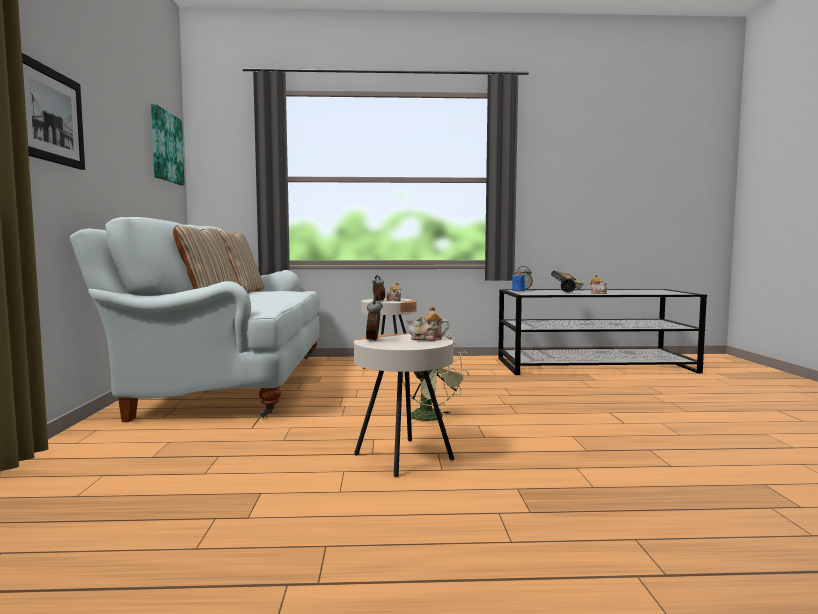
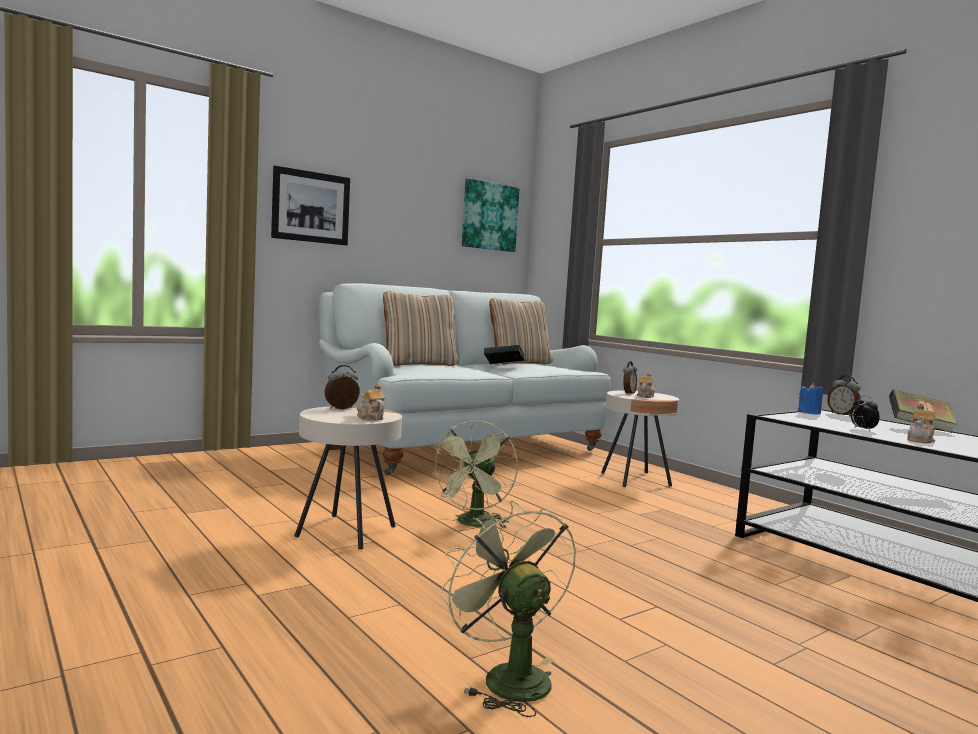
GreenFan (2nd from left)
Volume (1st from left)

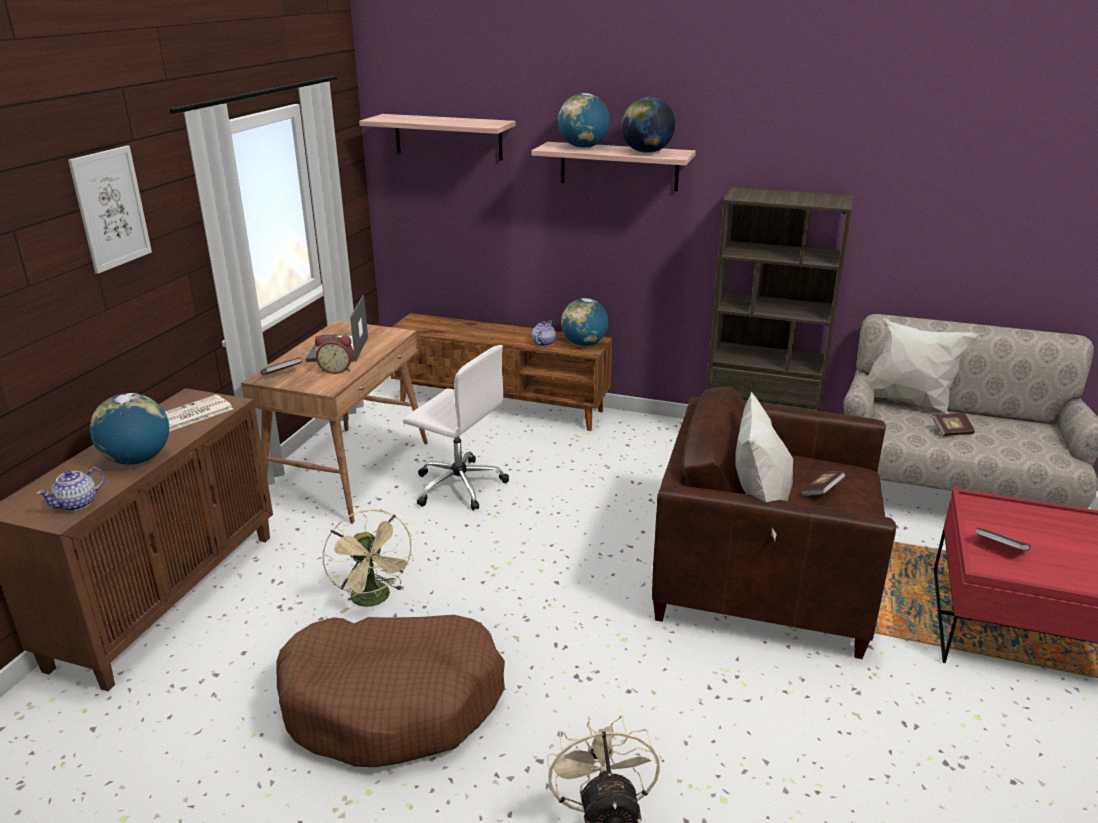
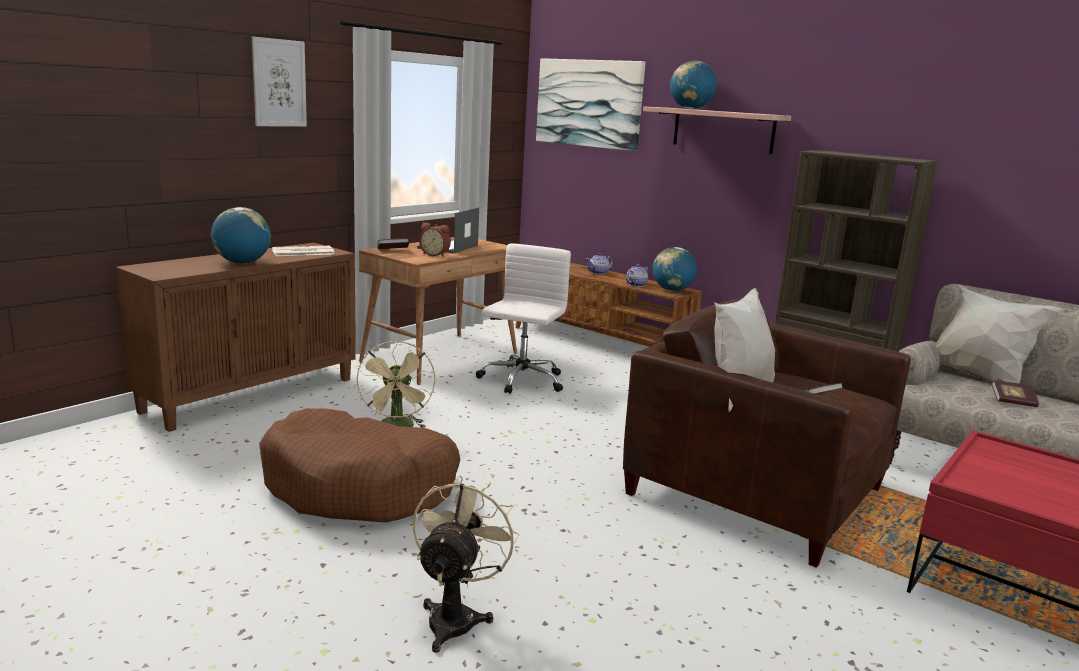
WorldGlobe (4th from left in the first image)
Volume (4th from left in the first image)
TeaPot (1st from left)
WallPicture (2nd from left)
WhiteOfficeChair

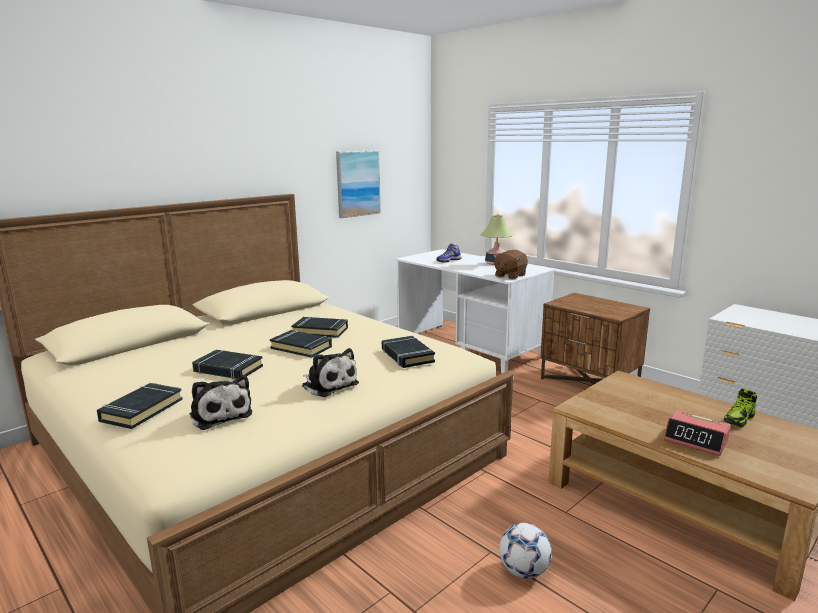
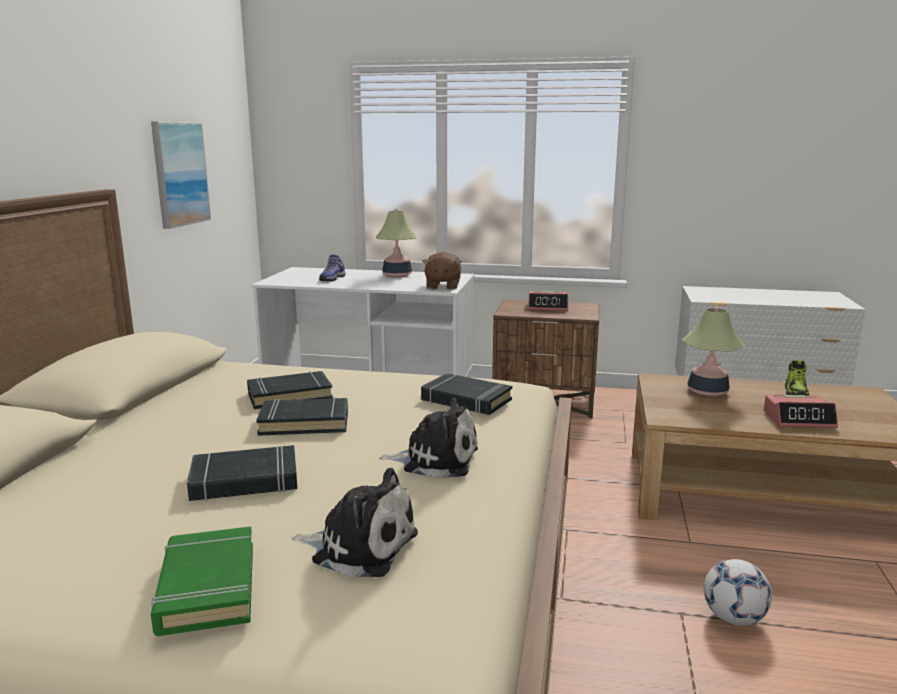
BedsideClock (1st from left)
TabletopLamp (2nd from left)
GreenVolume

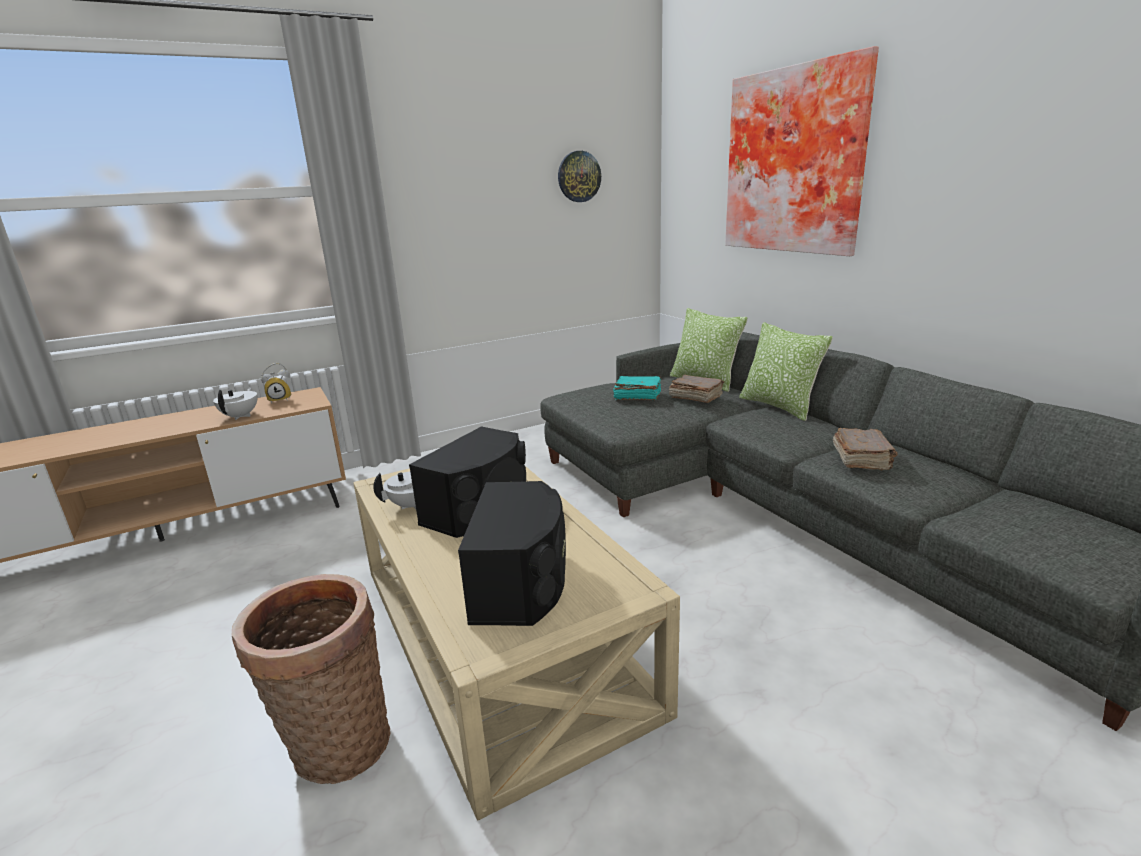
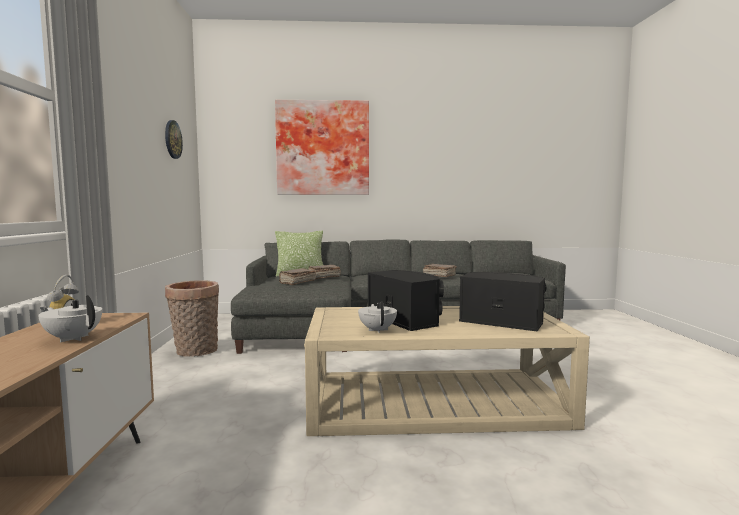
ThrowPillow (2nd from left in the first image)
StorageBasket
BrownVolume (1st from left)

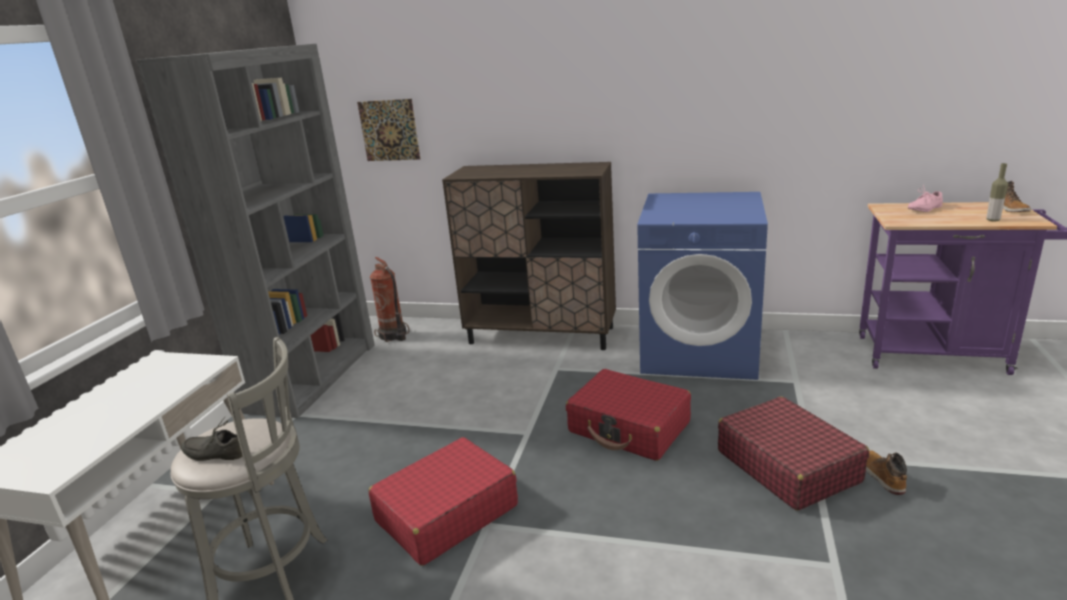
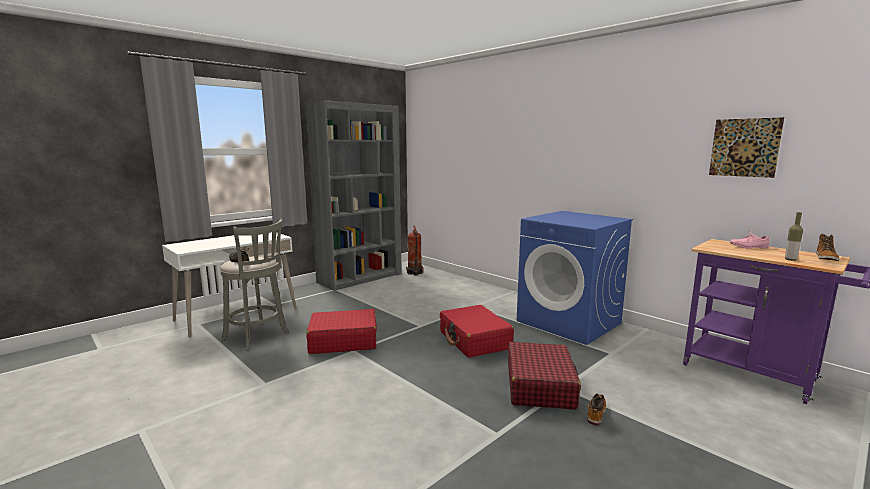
BrownStorageCabinet
WallPicture

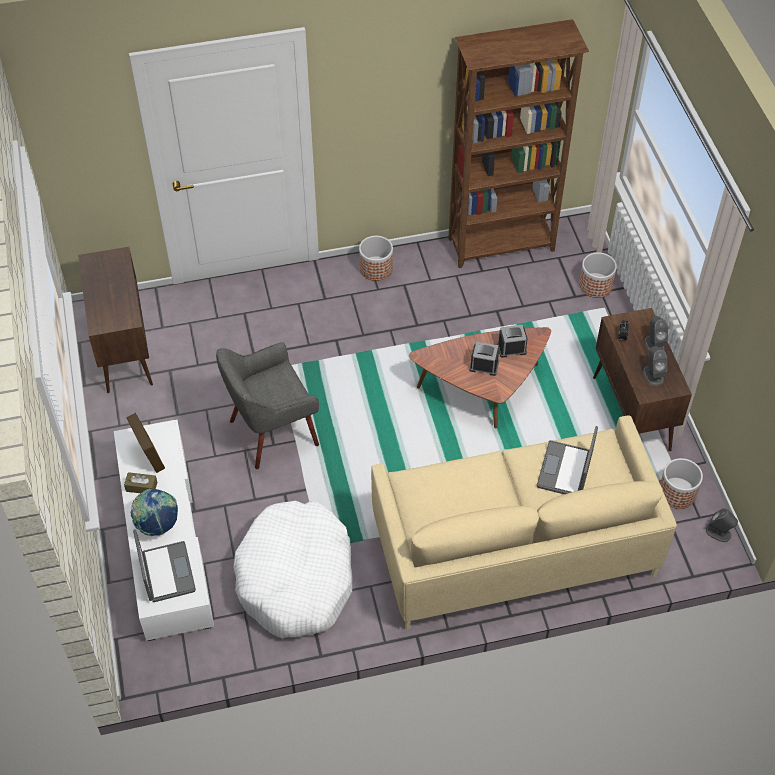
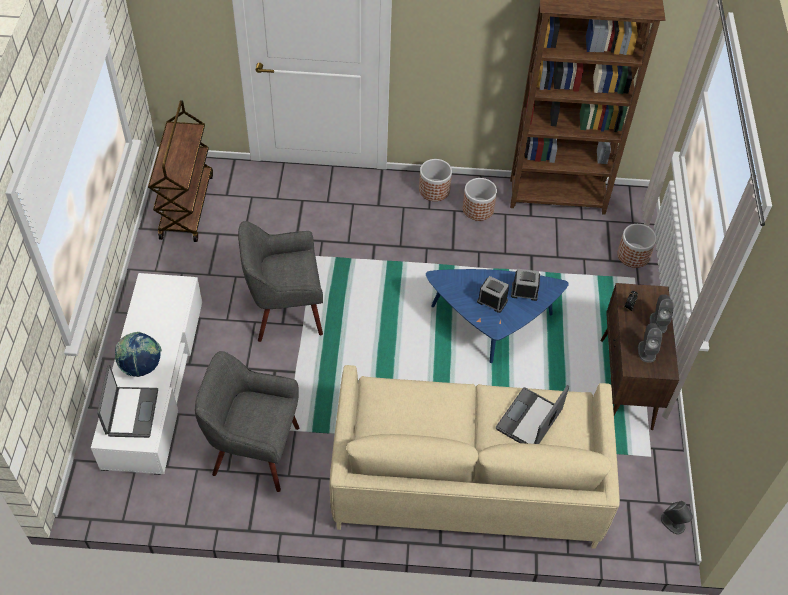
BrownTissueHolder
PhotoFrame
PlantPot (2nd from left)
BrownWheeledCart
GreyEasyChair (1st from left)
BlueLowTable

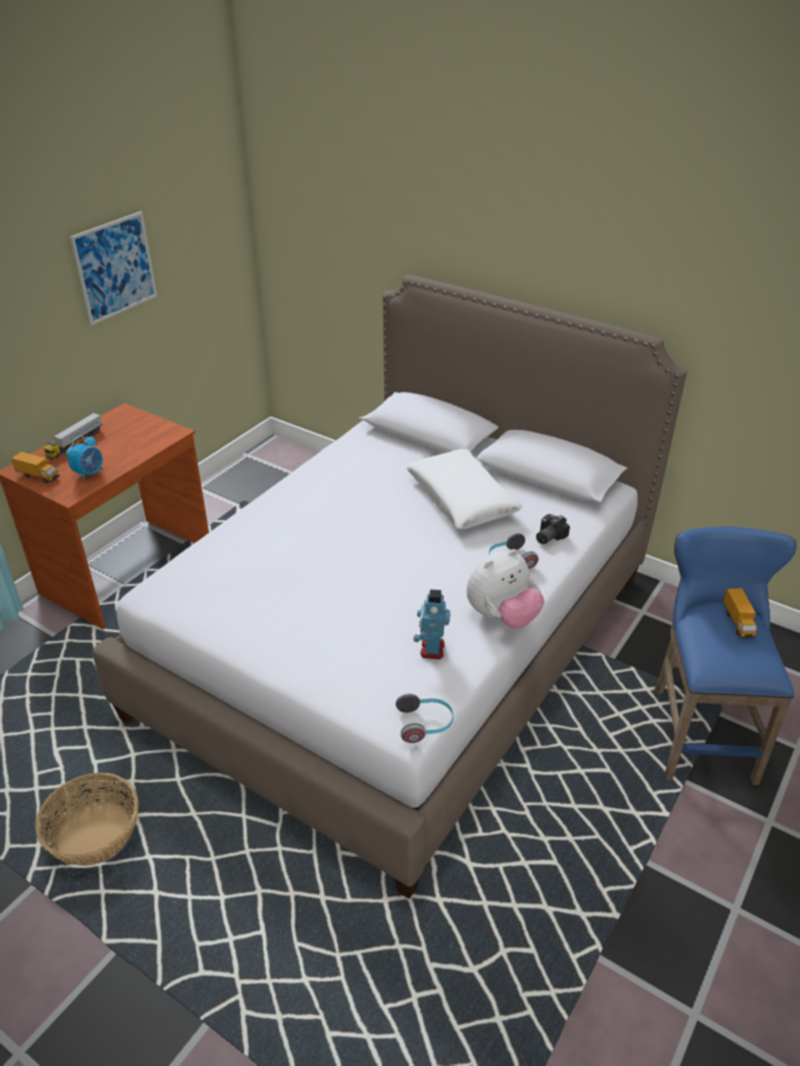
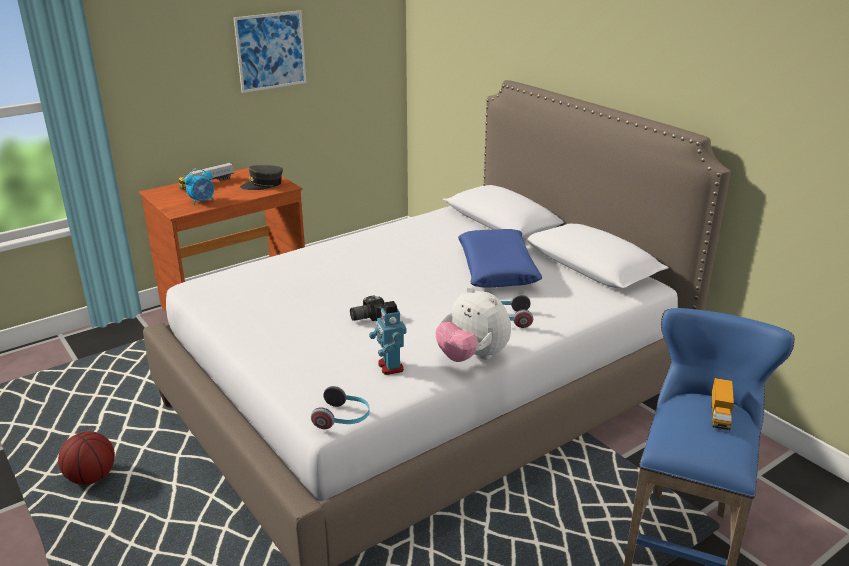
ToyTruck (1st from left in the first image)
GreyCap
PhotoCamera
Basketball
BlueThrowPillow
RobotFigure
SoftToy

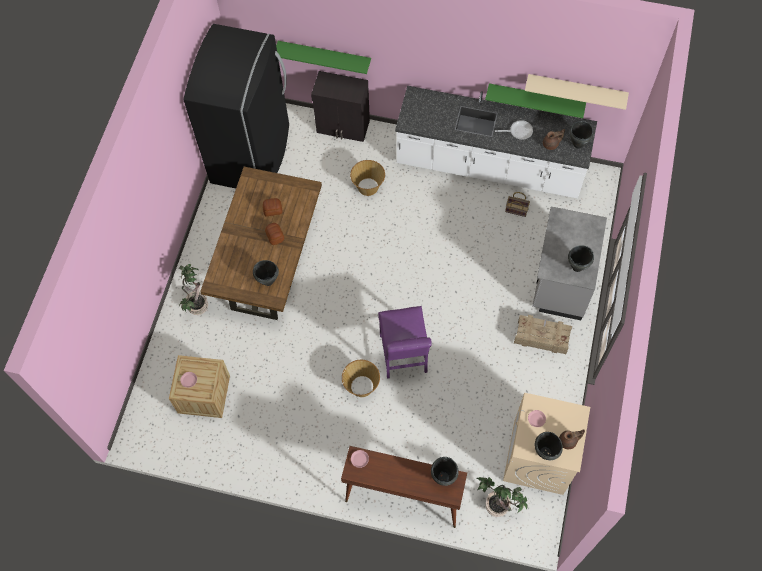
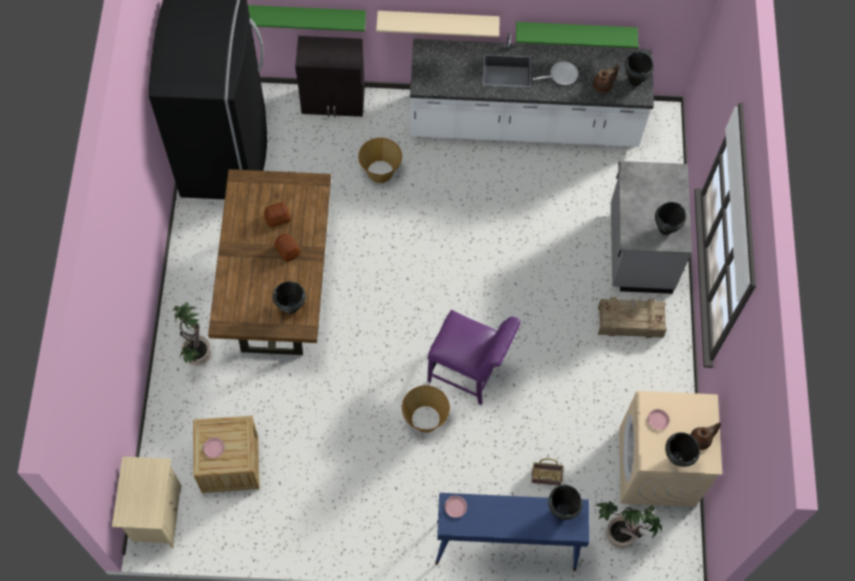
BeigeColouredBedsideTable
StorageBasket (3rd from left)
BeigeColouredBracketShelf
BlueHallTable
PurplishPlainChair

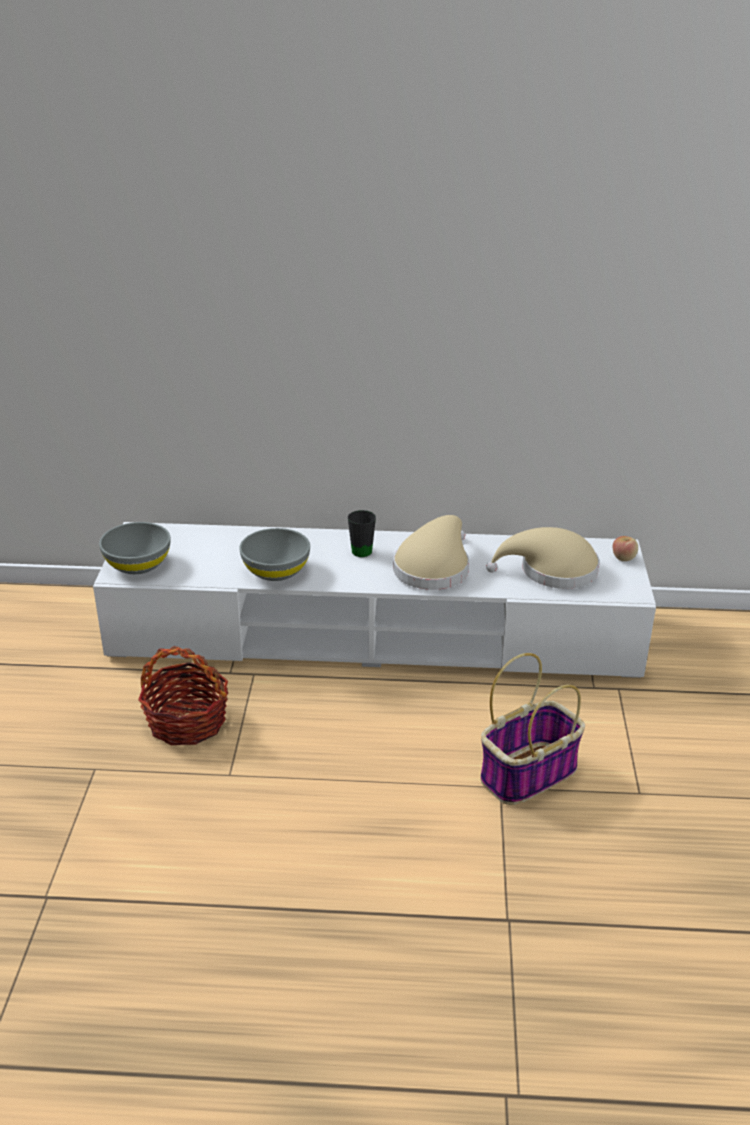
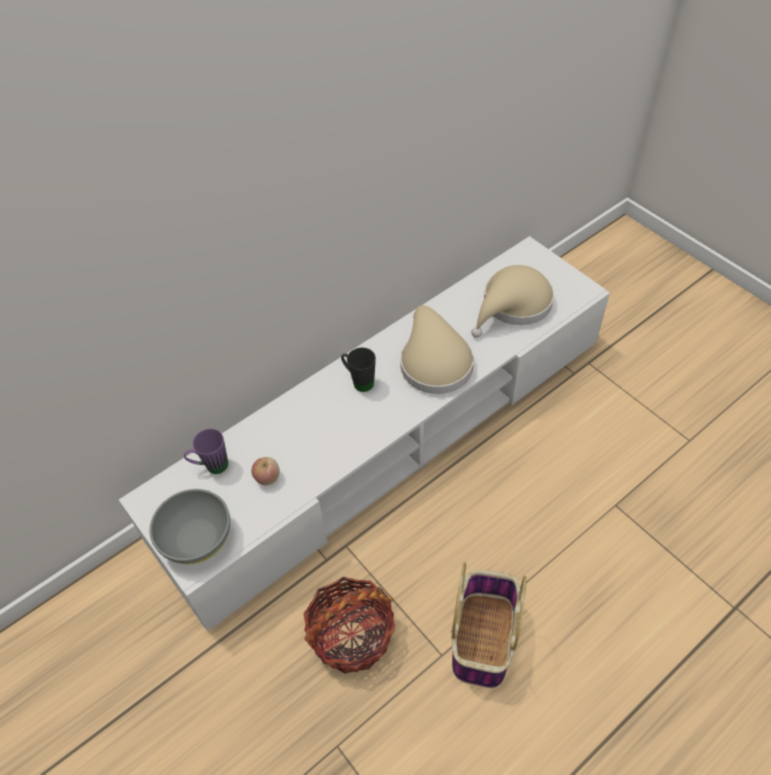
GreyBowl (2nd from left in the first image)
PurplishTeaMug
StorageBasket (2nd from left)
Apple

